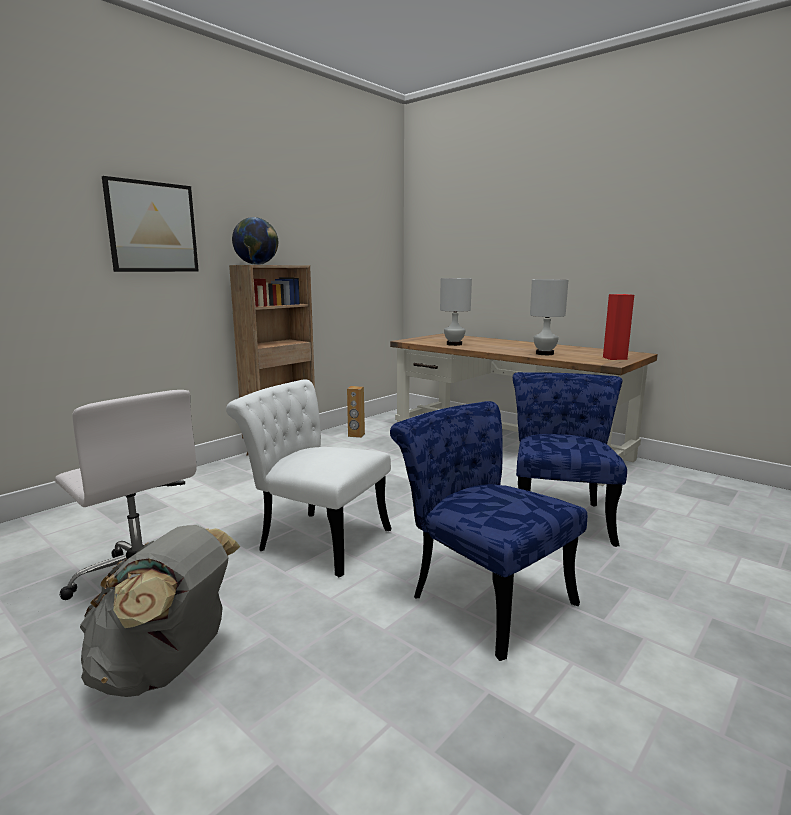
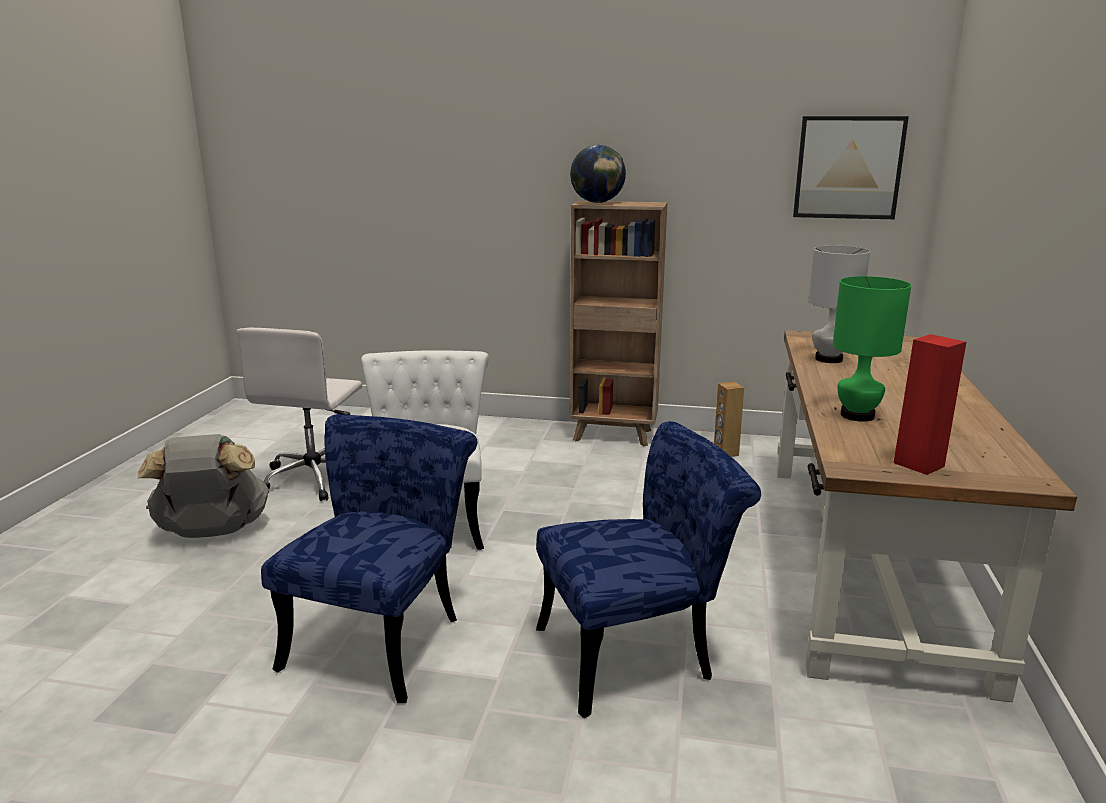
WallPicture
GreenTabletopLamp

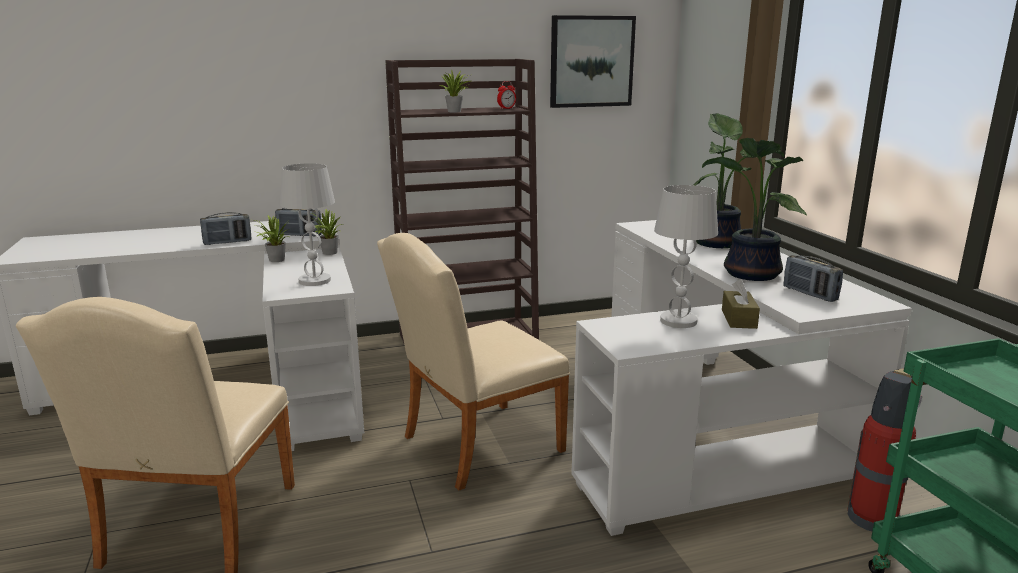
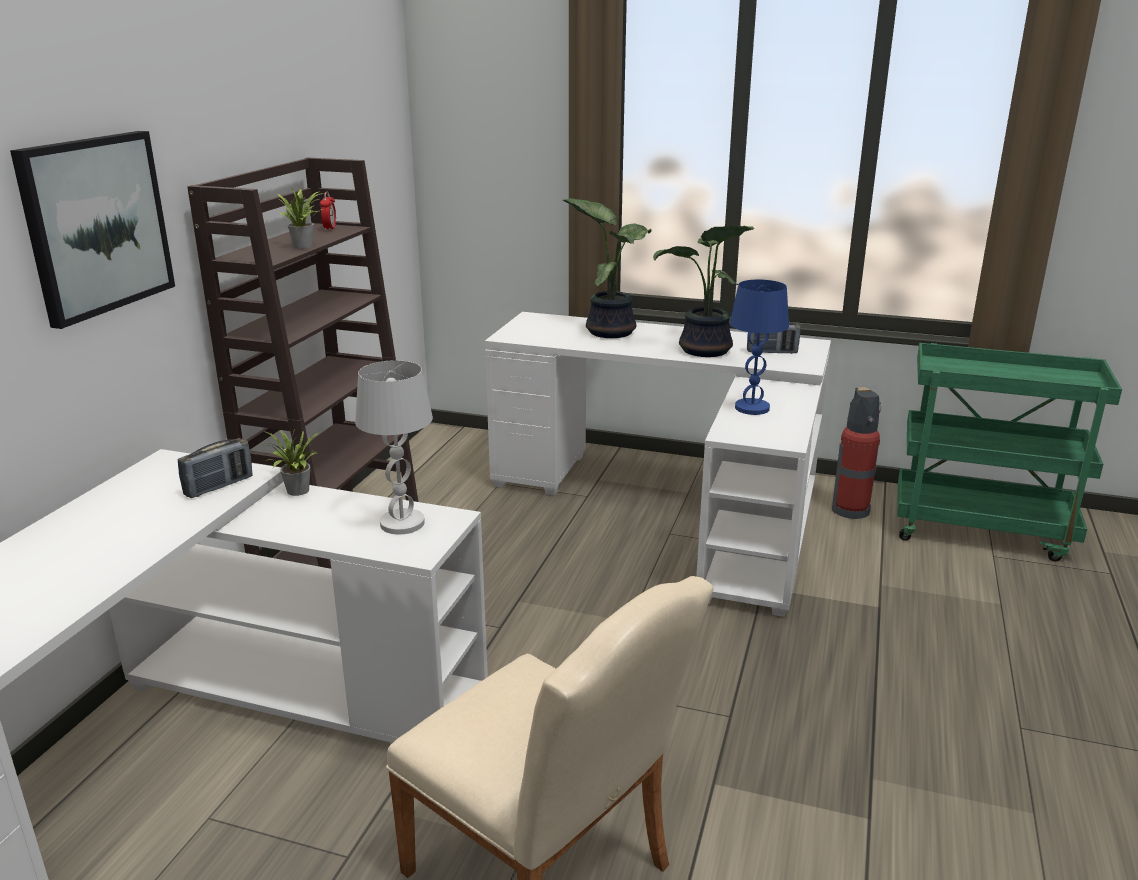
RadioReceiver (1st from left in the first image)
PottedPlant (1st from left in the first image)
BeigeColouredPlainChair (2nd from left in the first image)
BrownTissueHolder
WallPicture
BlueTabletopLamp

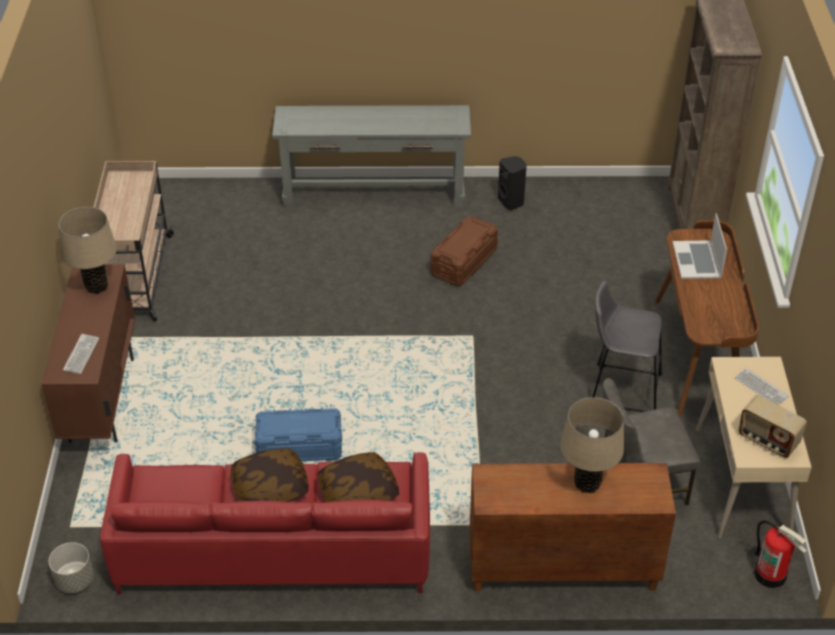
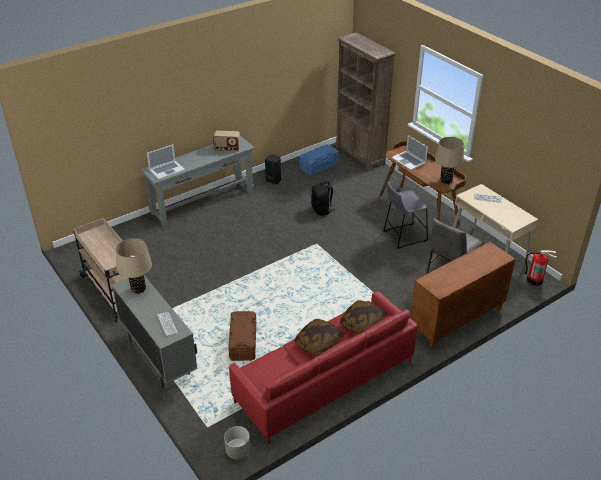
Laptop (1st from left)
BlackKnapsack
BlueStorageContainer
BrownStorageContainer
BeigeColouredTabletopLamp (2nd from left)
RadioReceiver
GreyStorageCabinet

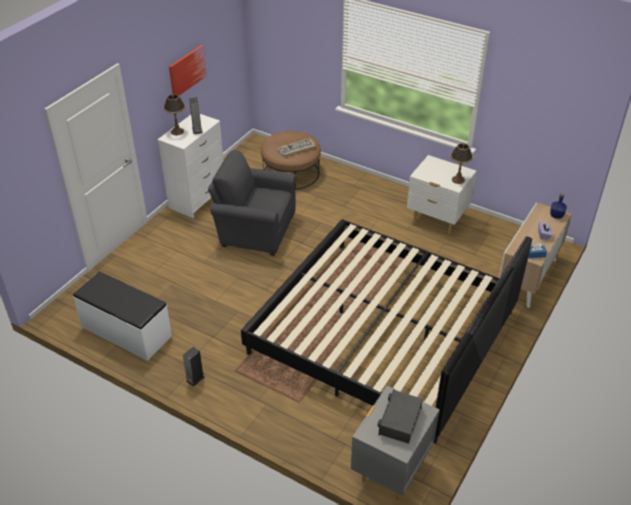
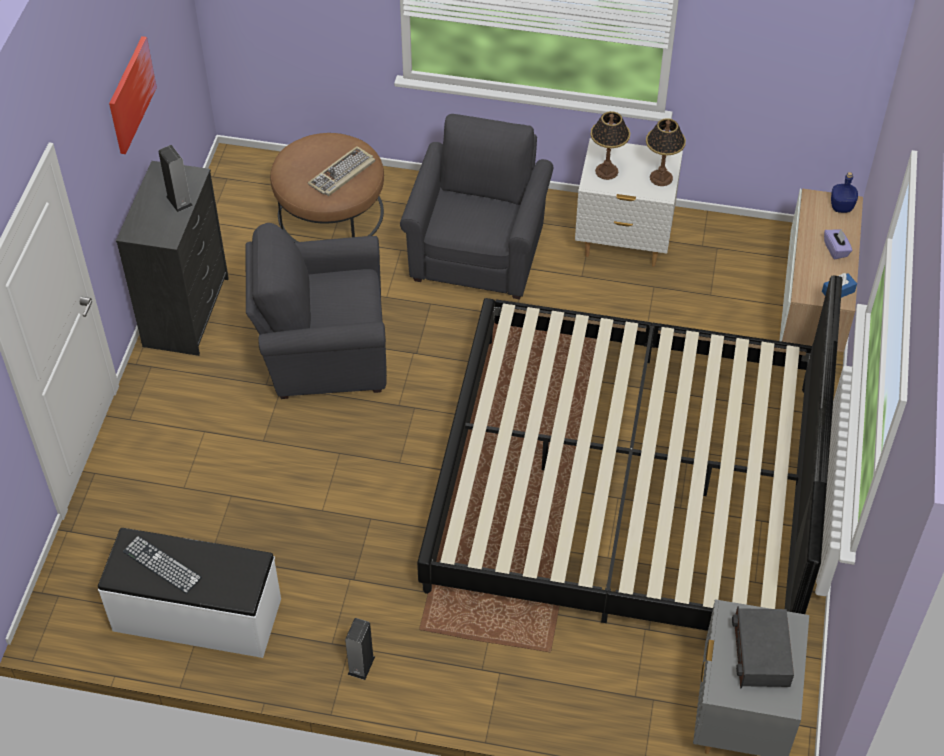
PcKeyboard (1st from left)
GreyEasyChair (2nd from left)
TabletopLamp (1st from left)
BlackDrawerChest

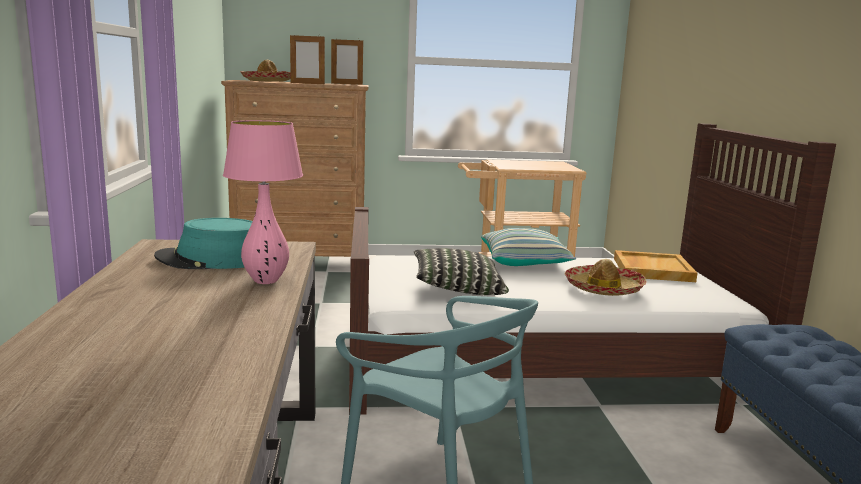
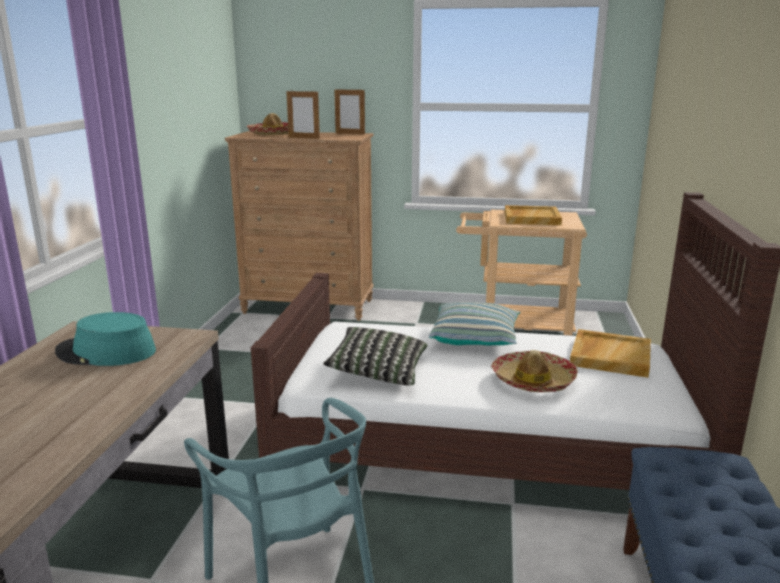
PinkColouredTabletopLamp
BeigeColouredTray (1st from left)

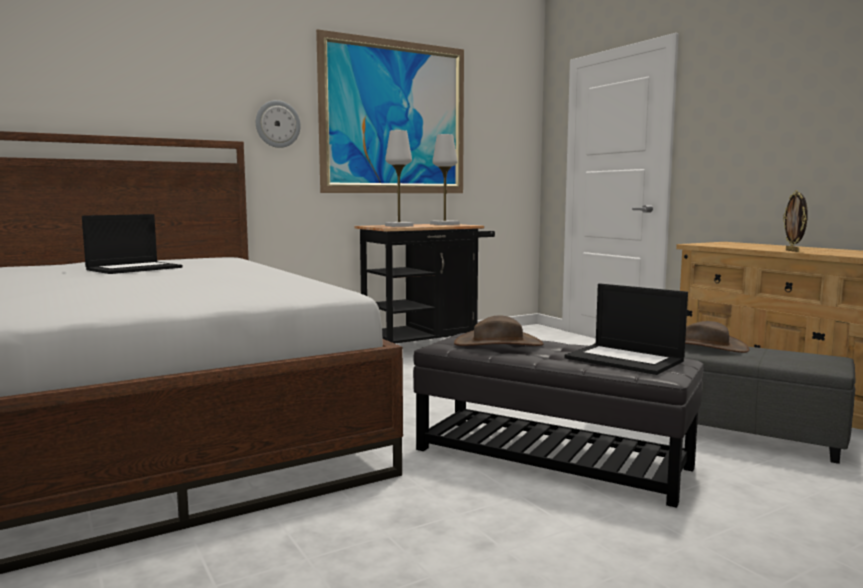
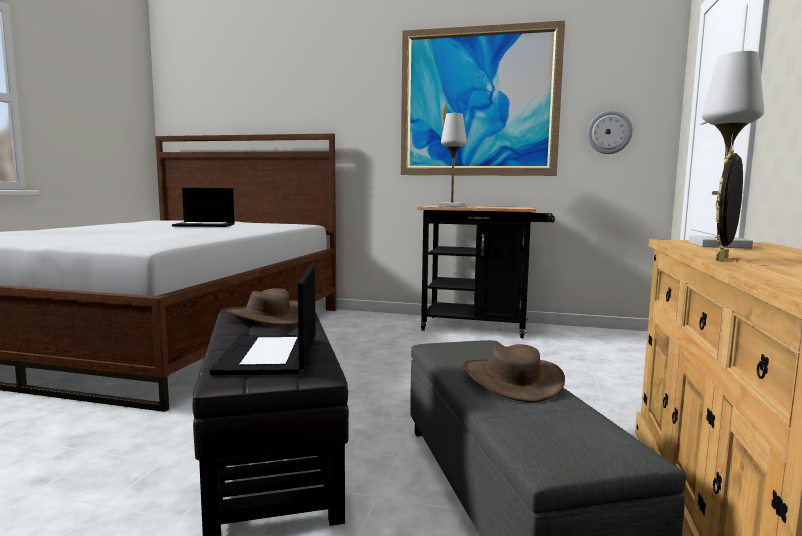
ClockOnTheWall
WhiteTabletopLamp (2nd from left)

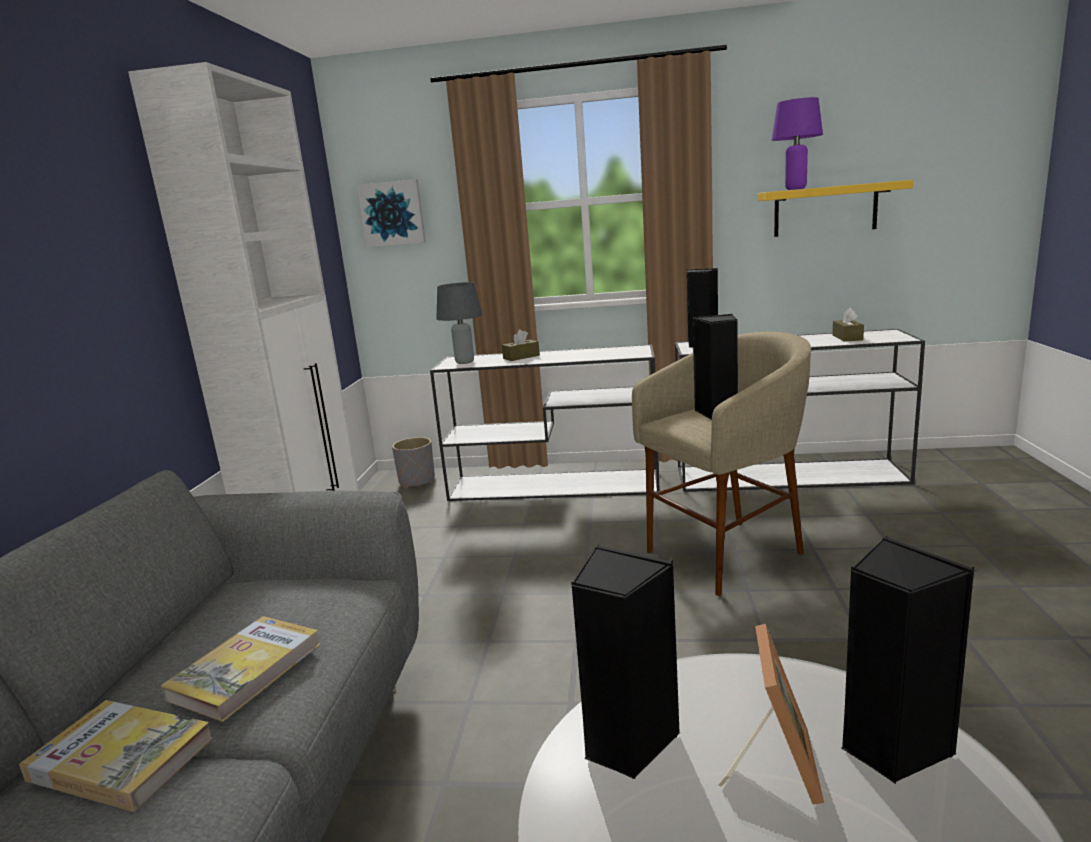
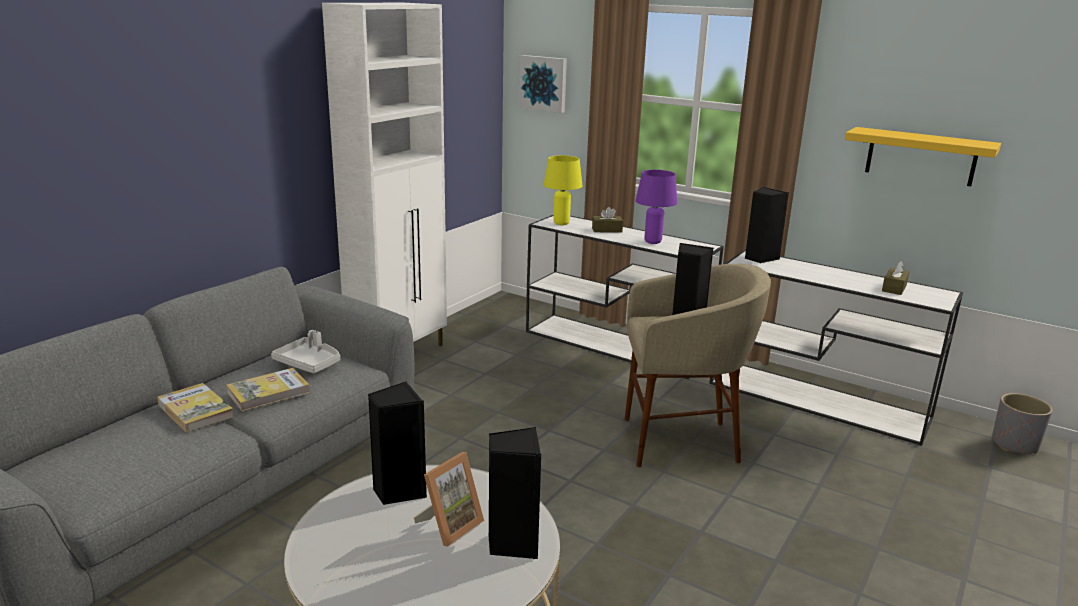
GreyTray
GreyPlantPot
PurplishTabletopLamp
YellowishTabletopLamp

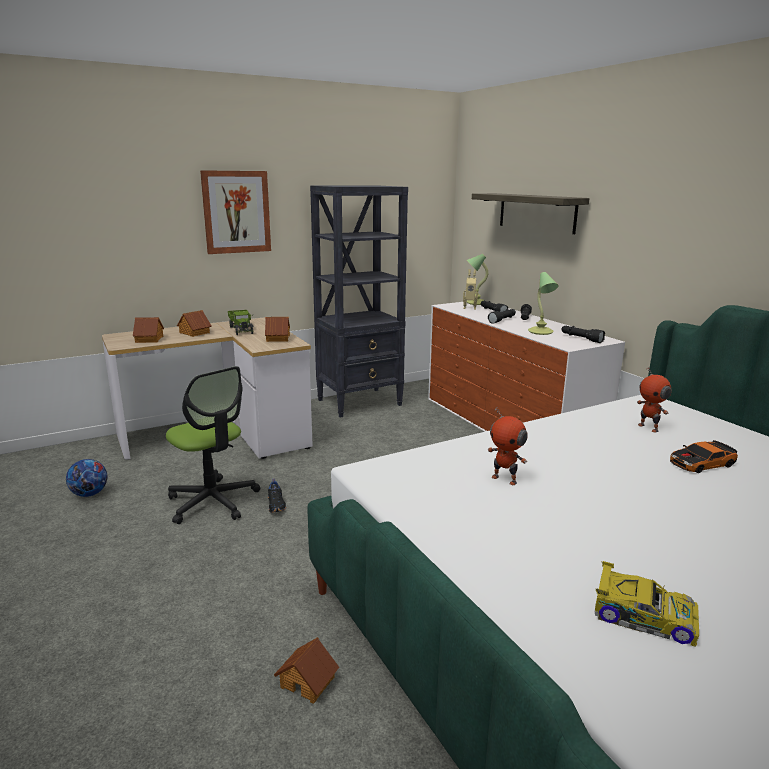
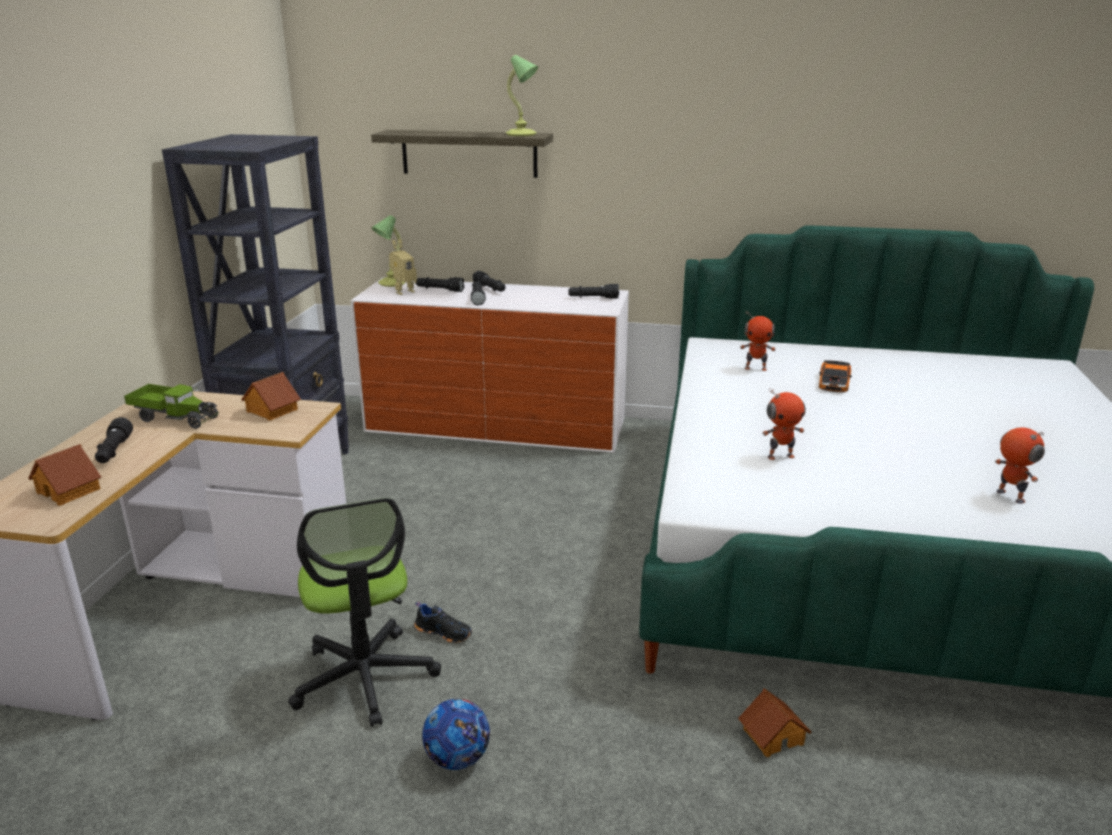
WallPicture
Football
TabletopLamp (2nd from left)
BlackHandTorch (1st from left)
RobotFigure (4th from left)
OfficeChair

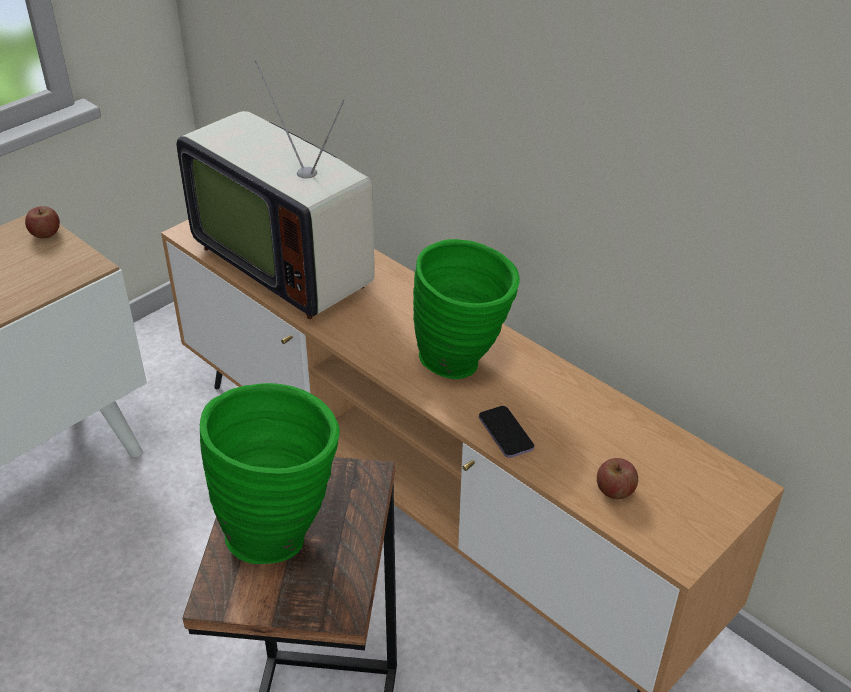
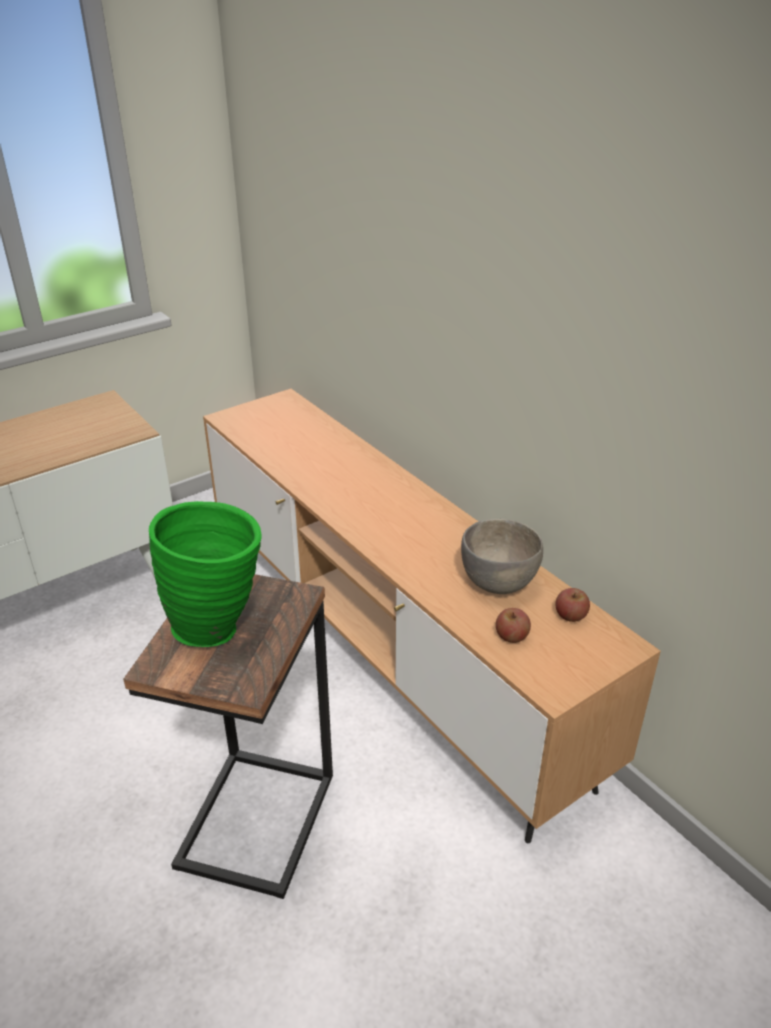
Television
GreenDecorativeVase (2nd from left in the first image)
Telephone
GreyBowl
Apple (2nd from left)

